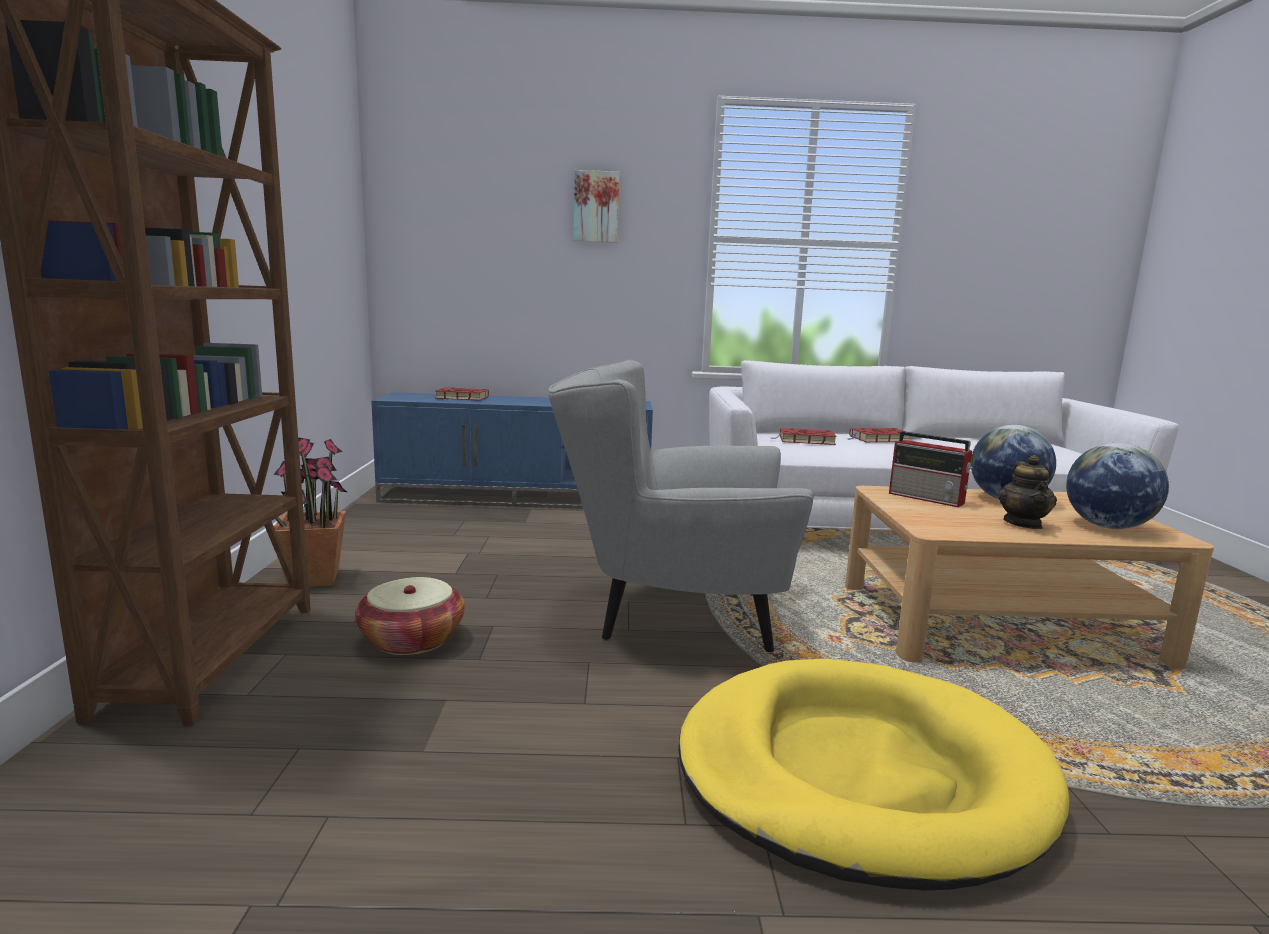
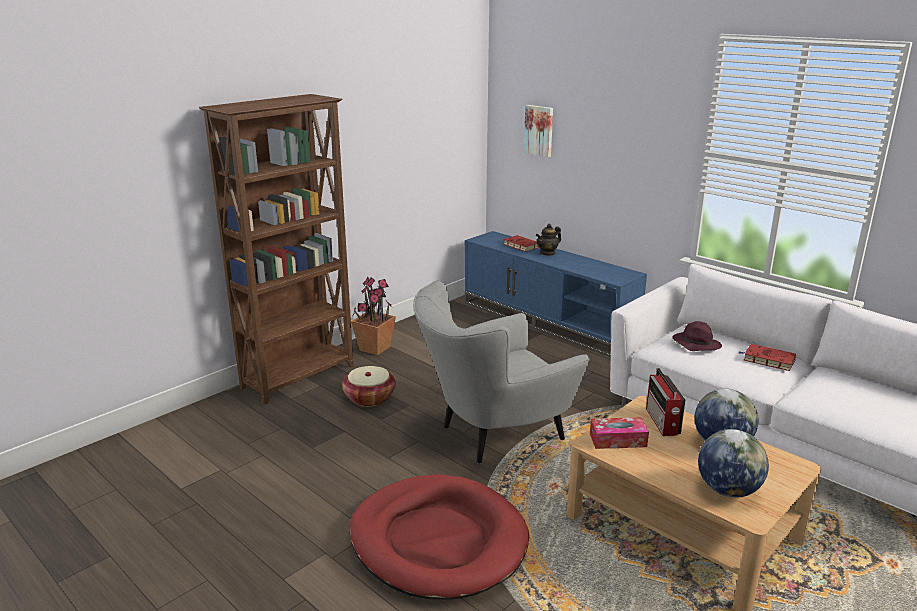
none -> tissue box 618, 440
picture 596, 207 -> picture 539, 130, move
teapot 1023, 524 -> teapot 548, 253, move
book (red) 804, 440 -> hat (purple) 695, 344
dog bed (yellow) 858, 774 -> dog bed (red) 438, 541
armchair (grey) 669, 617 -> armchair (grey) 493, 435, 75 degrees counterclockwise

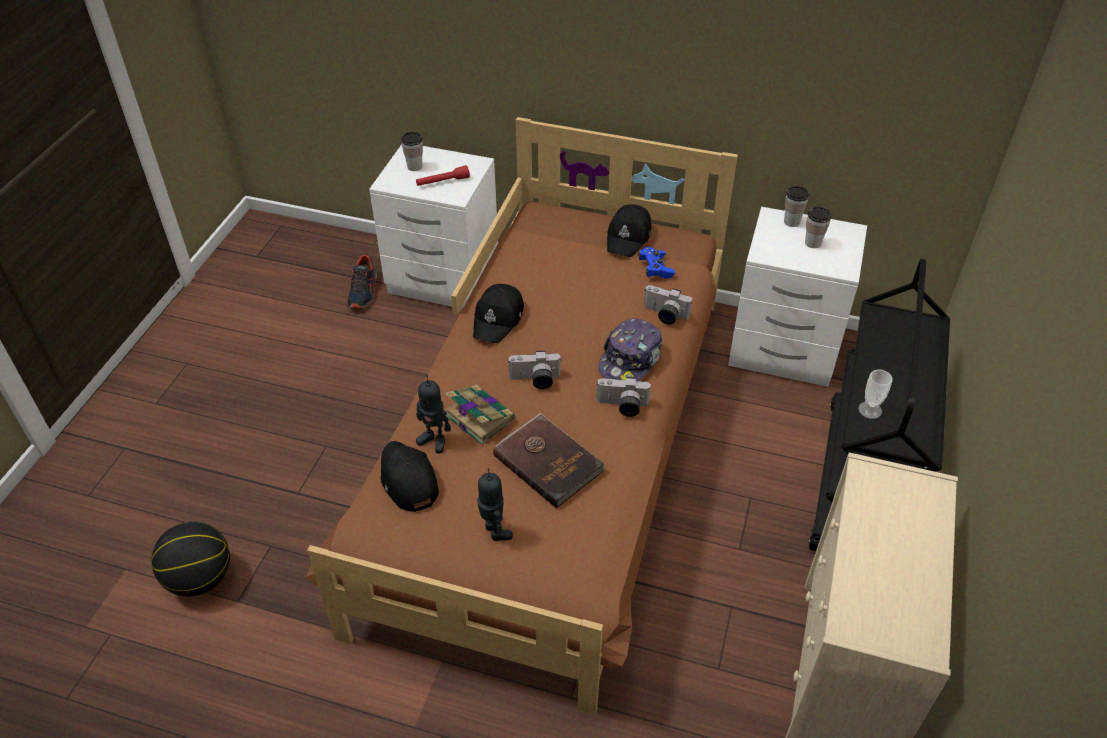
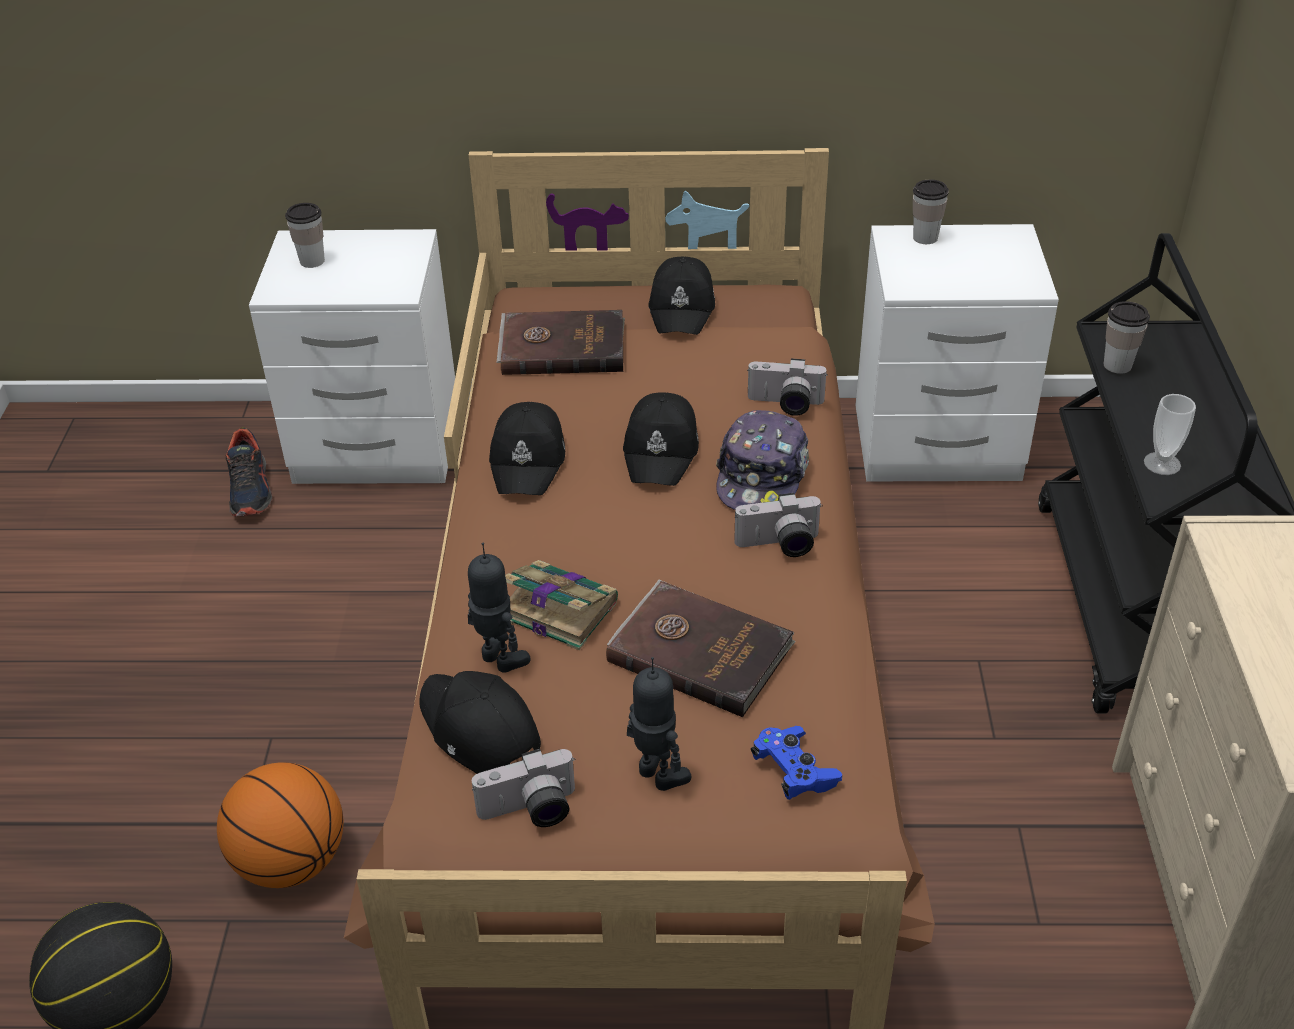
flashlight (red) 443, 182 -> none
none -> basketball 291, 861
none -> book (brown) 562, 347
none -> cap (black) 662, 450
photo camera 535, 380 -> photo camera 530, 811, move
game controller (blue) 655, 269 -> game controller (blue) 794, 772, move
cup 812, 243 -> cup 1117, 365, move
toy robot 434, 440 -> toy robot 499, 660, 150 degrees counterclockwise

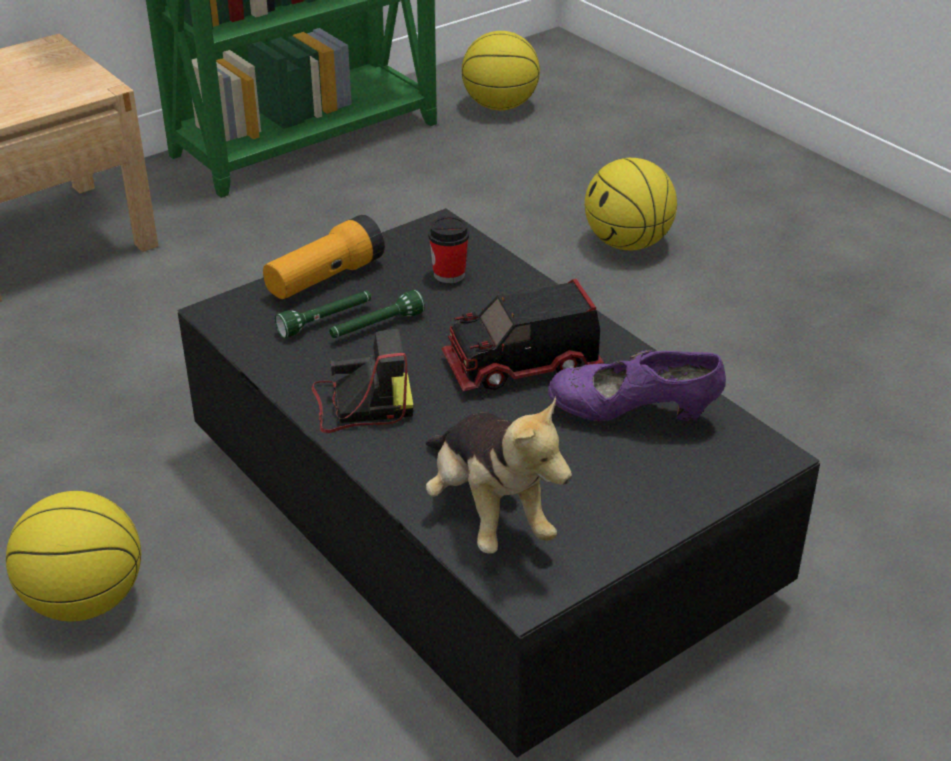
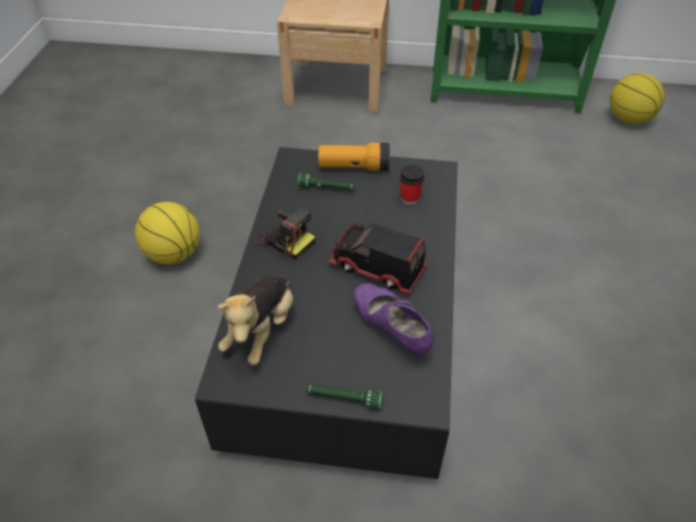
basketball 627, 244 -> none
flashlight (green) 376, 327 -> flashlight (green) 344, 399, move

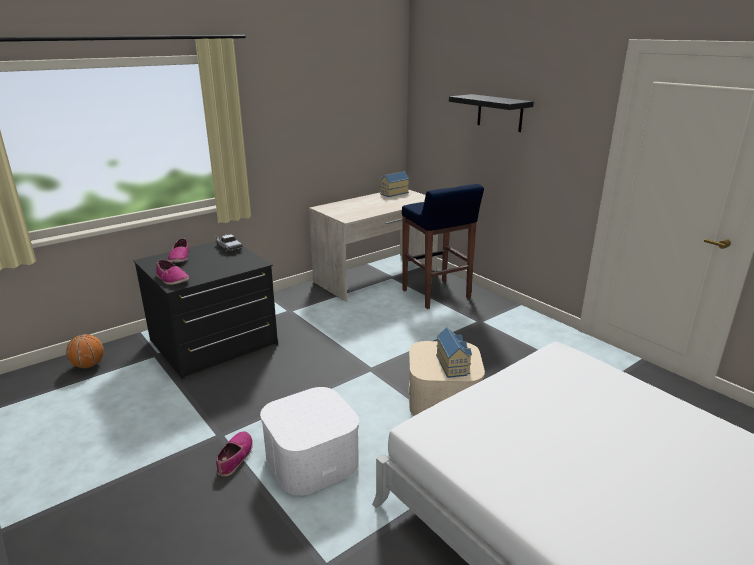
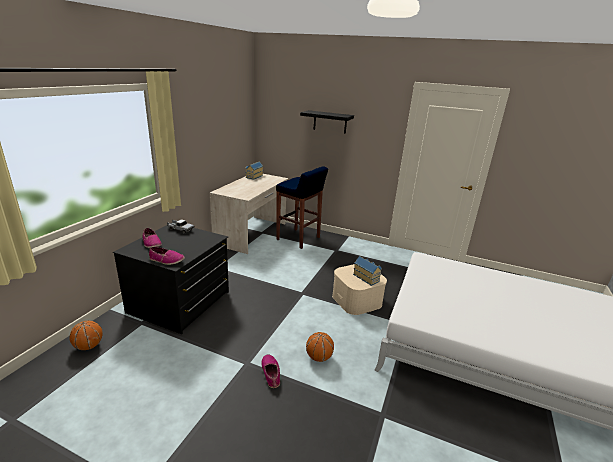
storage box (white) 312, 459 -> basketball 319, 357

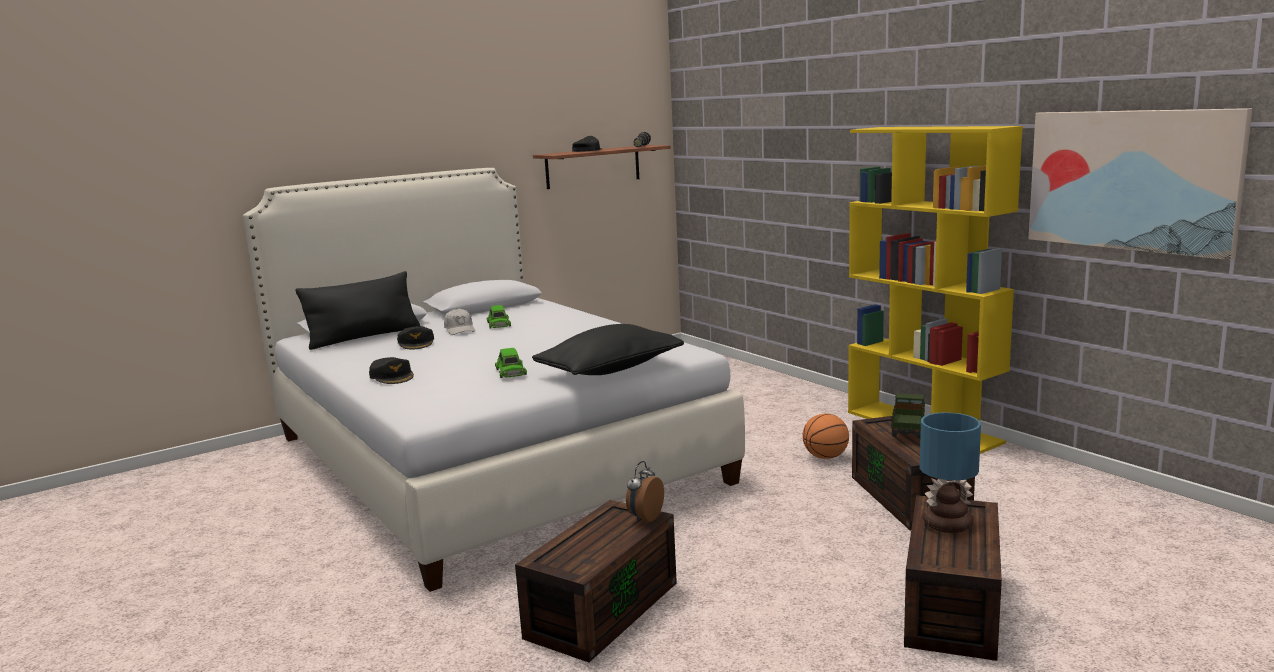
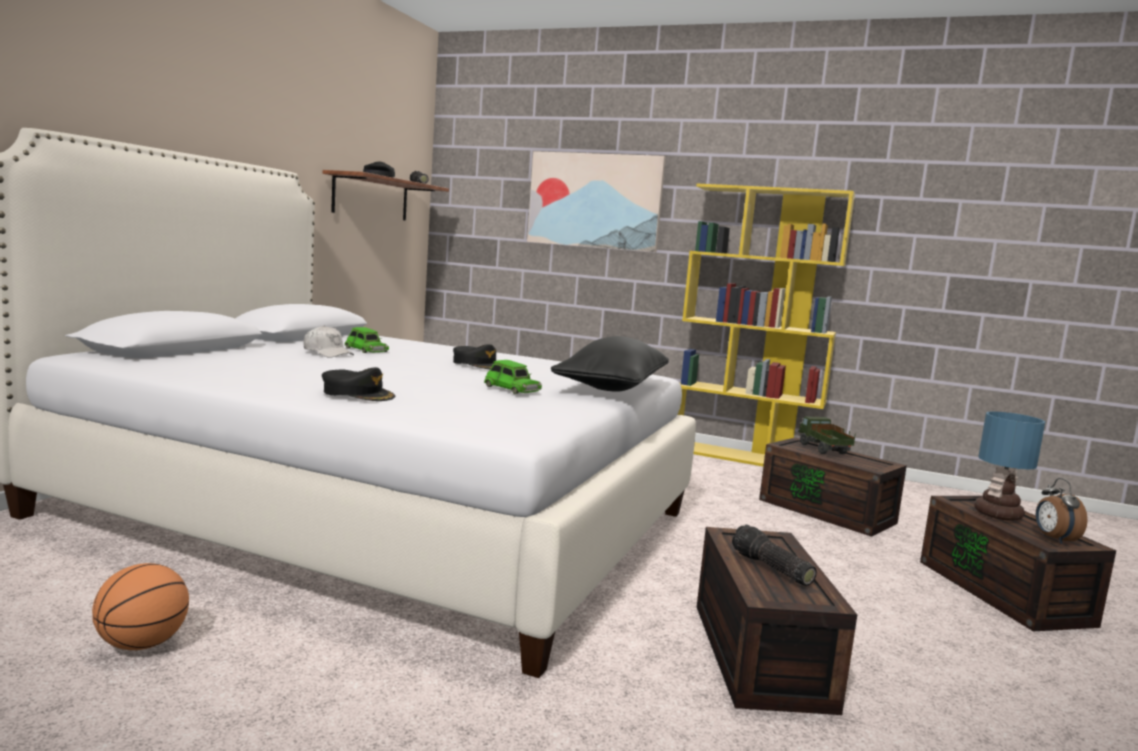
pillow (black) 364, 337 -> none
none -> flashlight 770, 568
cap (black) 416, 343 -> cap (black) 478, 364, move
alarm clock 644, 517 -> alarm clock 1053, 539, move
basketball 825, 457 -> basketball 142, 645, move
picture 1131, 180 -> picture 595, 201, move

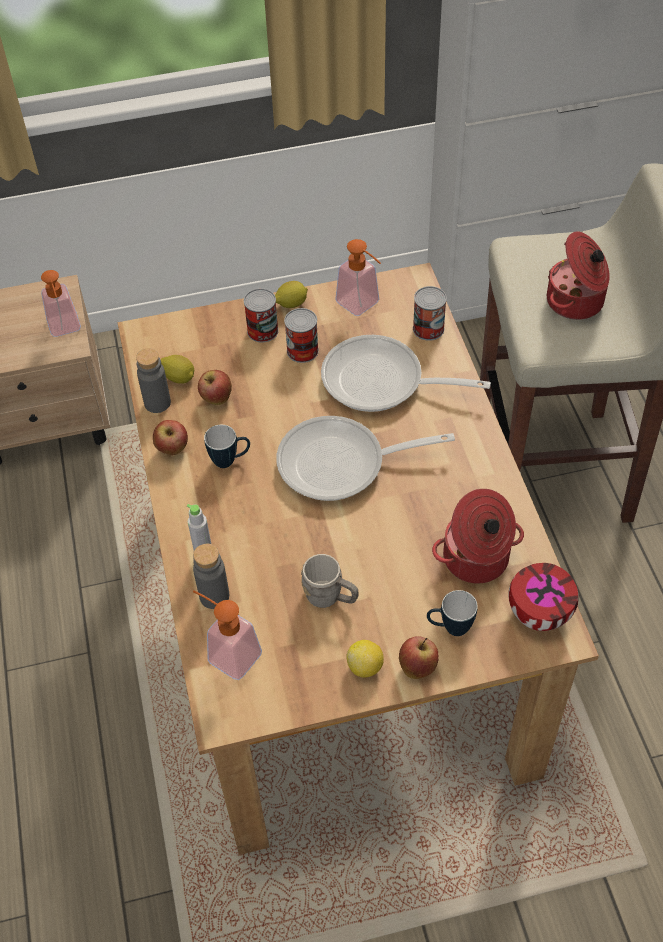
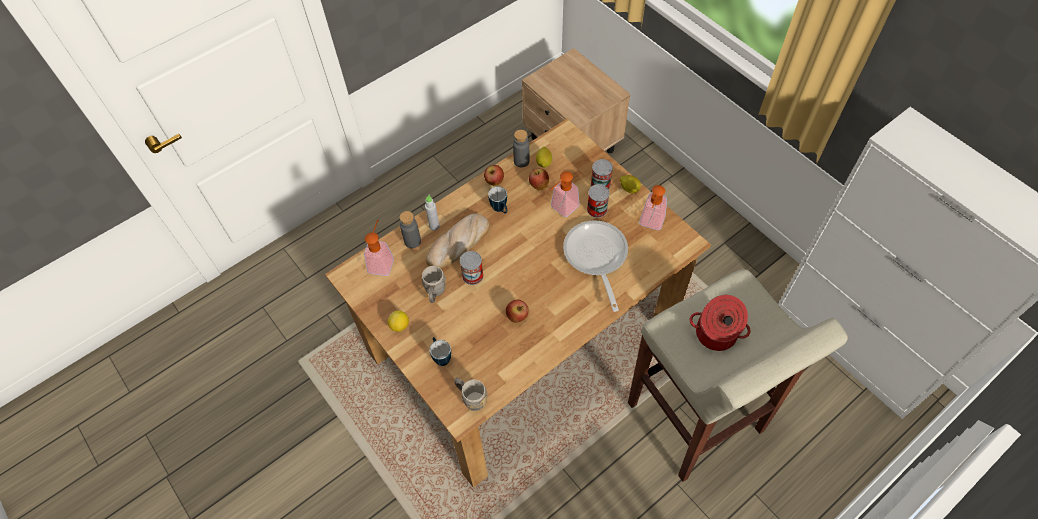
frying pan 341, 464 -> none
cooking pot 476, 559 -> none
none -> bread 458, 243
soap dispenser 65, 329 -> soap dispenser 561, 209, move
apple 417, 667 -> apple 517, 317, move
can 428, 329 -> can 472, 275, move
bowl 537, 612 -> mug (grey) 471, 398

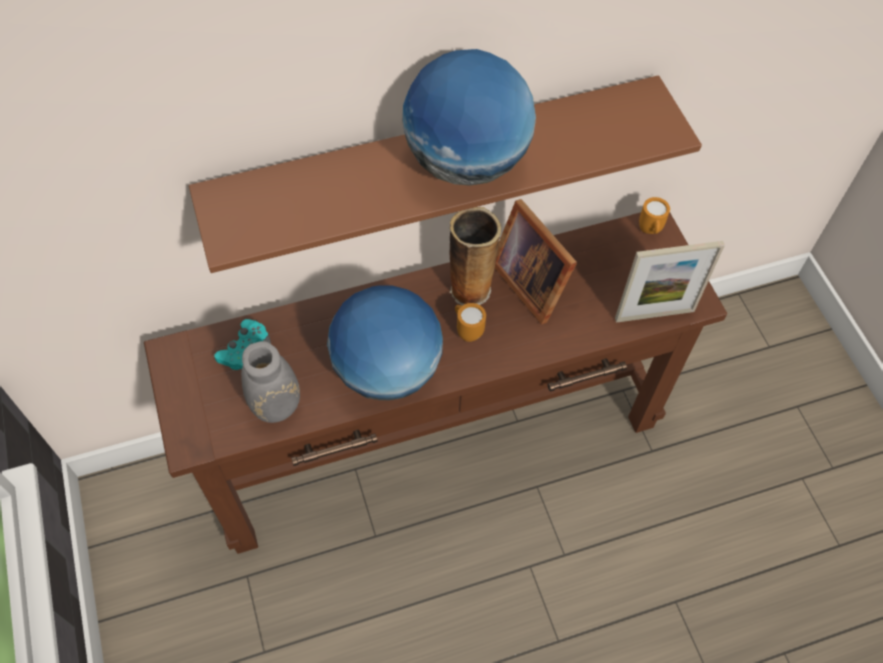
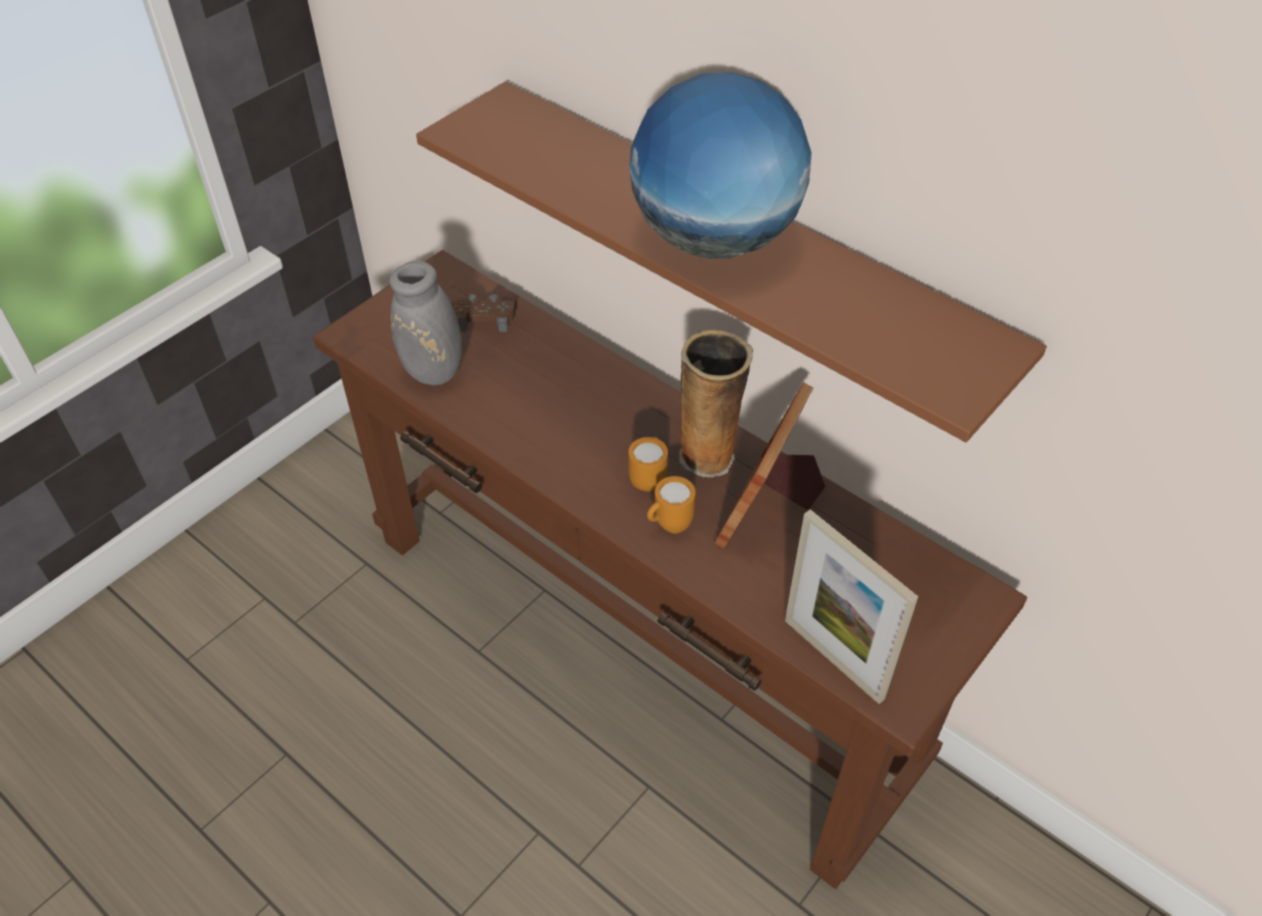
globe 387, 370 -> none
mug (orange) 650, 231 -> mug (orange) 668, 526, move
game controller (turquoise) 244, 349 -> game controller (brown) 484, 318

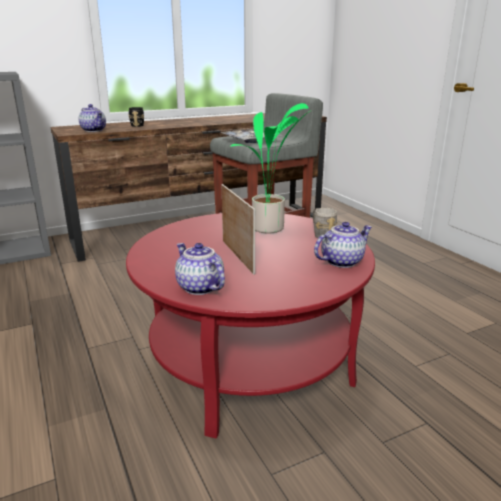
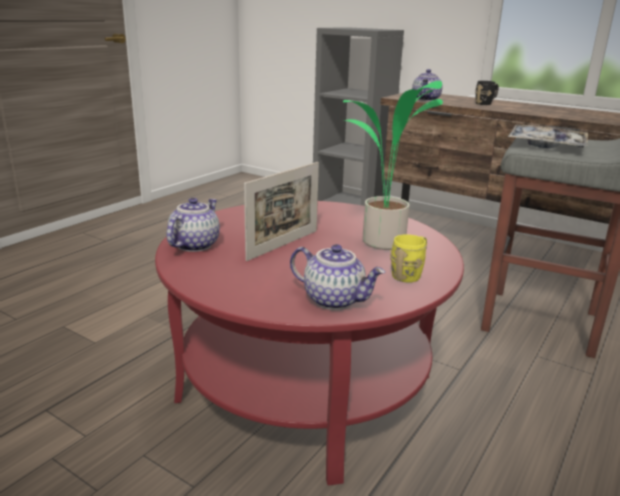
mug (grey) 321, 234 -> mug (yellow) 409, 274

